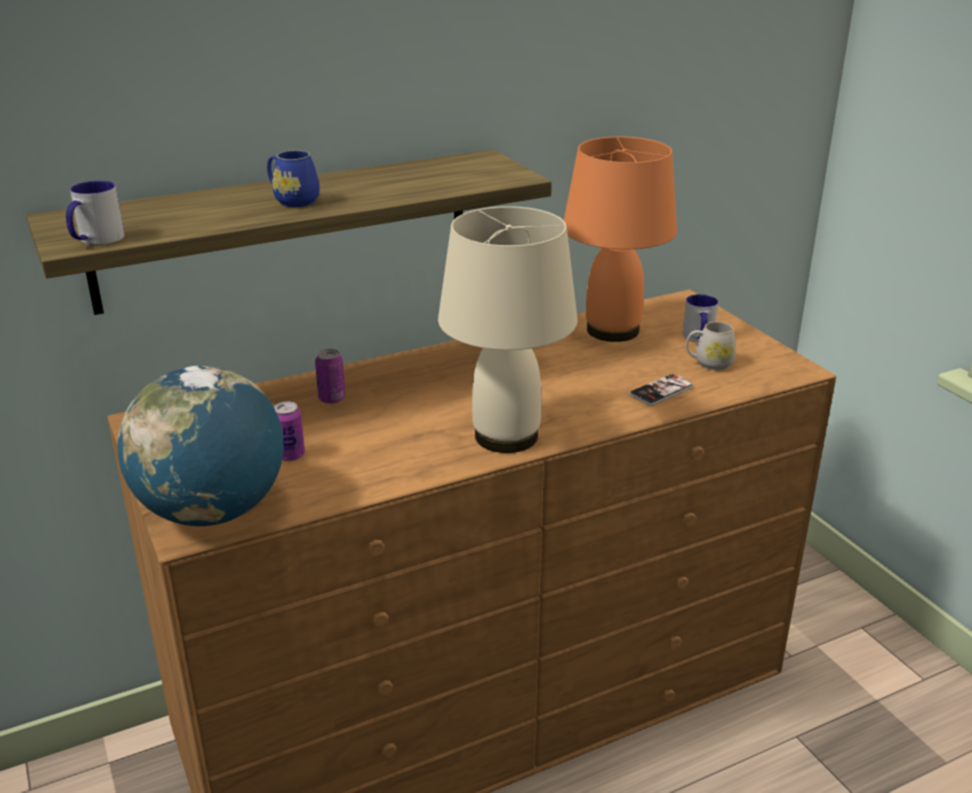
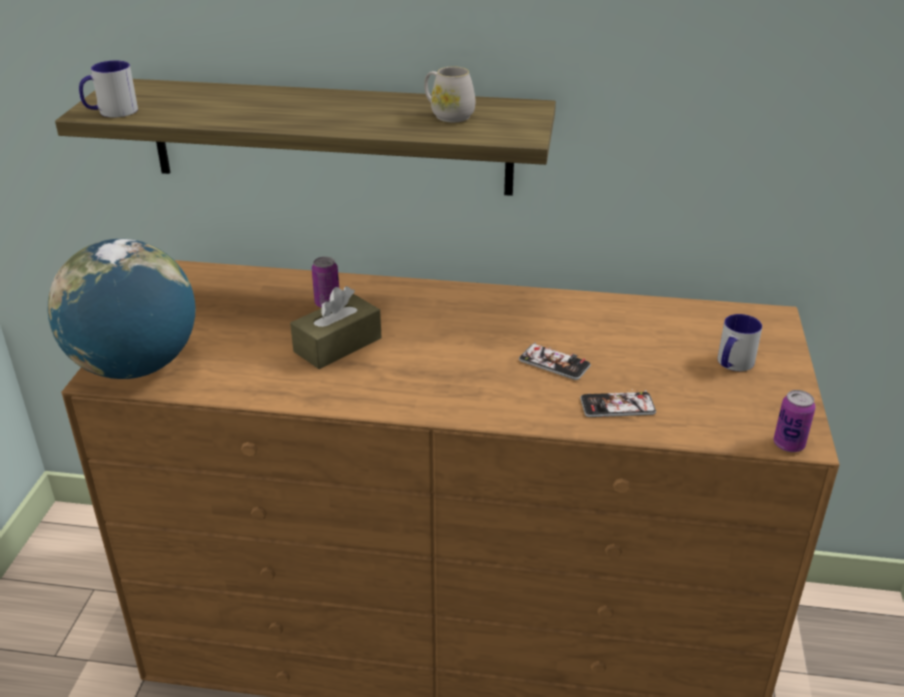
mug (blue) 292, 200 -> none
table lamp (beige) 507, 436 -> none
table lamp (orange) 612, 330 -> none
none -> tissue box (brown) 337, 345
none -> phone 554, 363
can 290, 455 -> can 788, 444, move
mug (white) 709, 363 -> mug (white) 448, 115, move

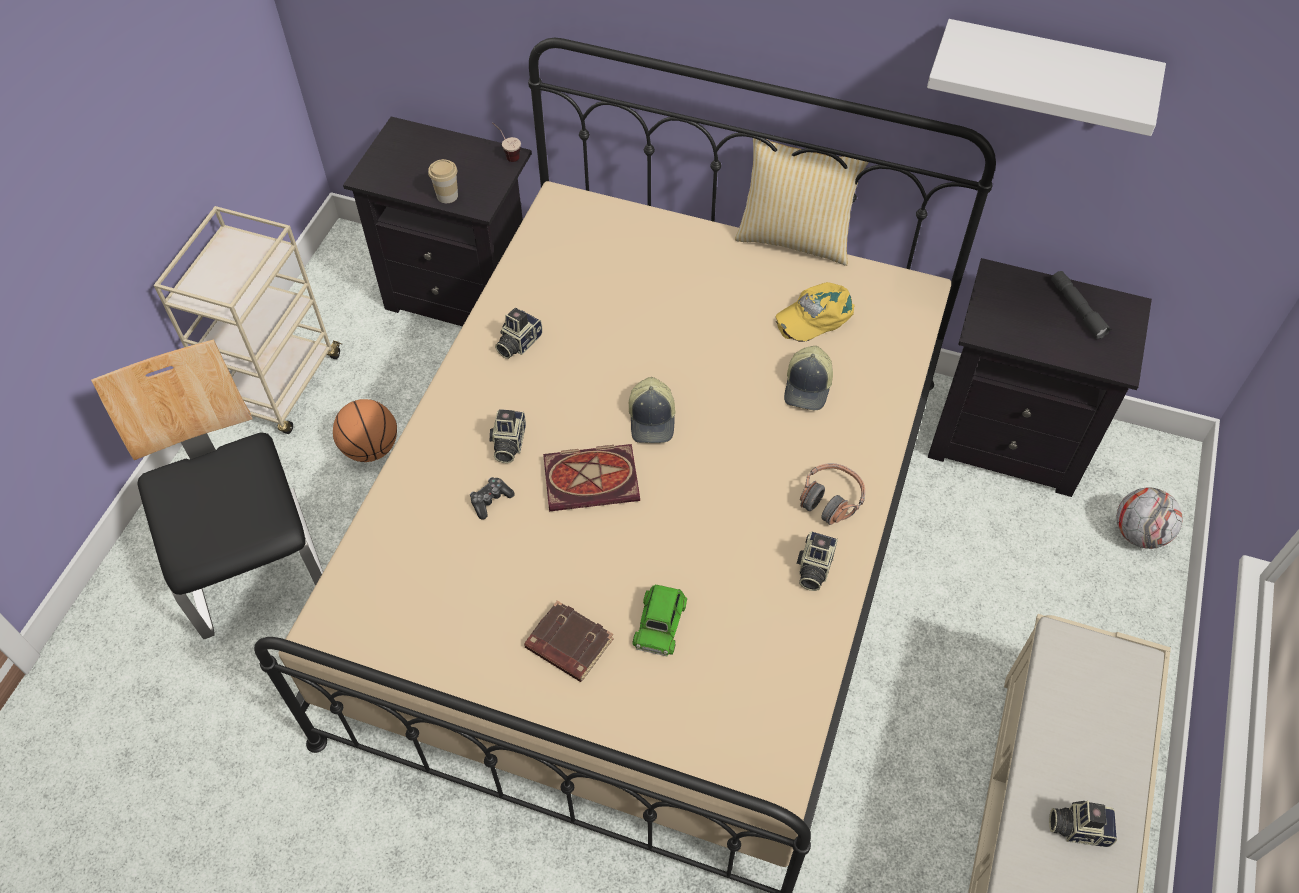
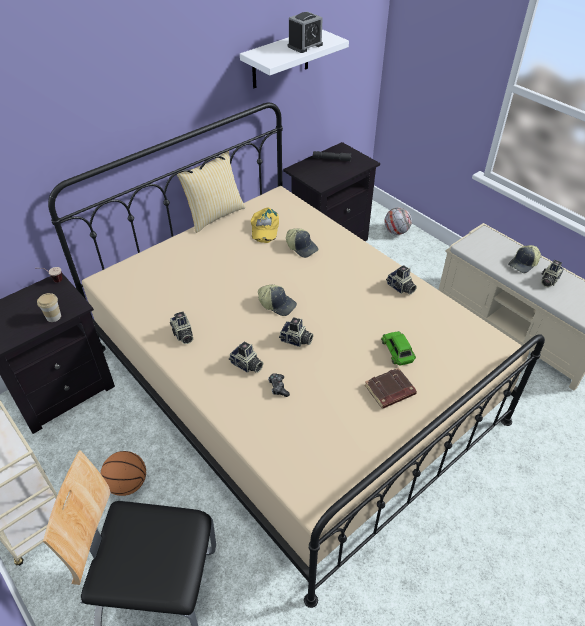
headphones 830, 499 -> none
none -> alarm clock 305, 46
none -> cap 523, 264
book 593, 478 -> photo camera 296, 340
toy car (green) 660, 622 -> toy car (green) 398, 351, 150 degrees counterclockwise

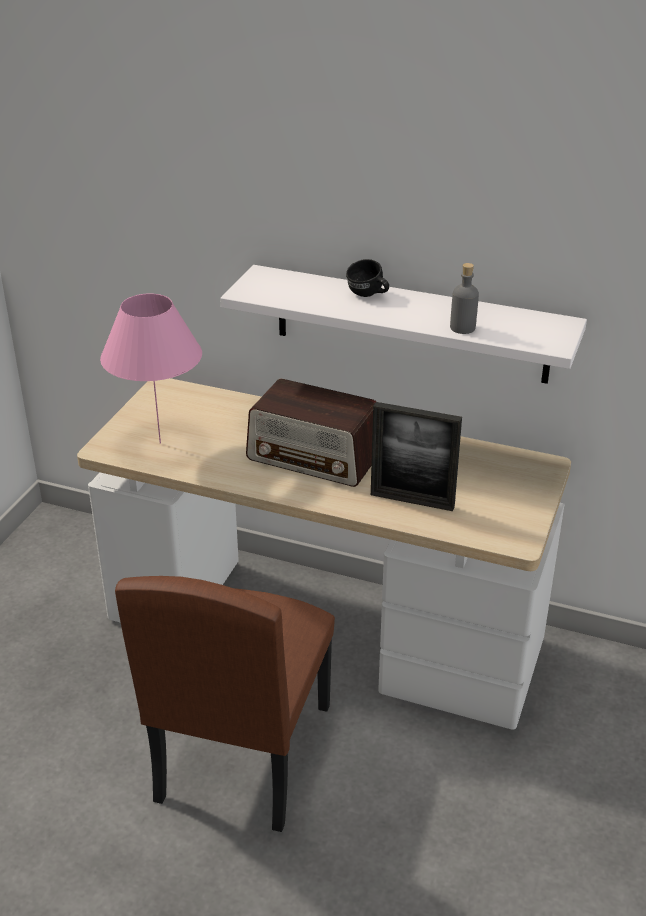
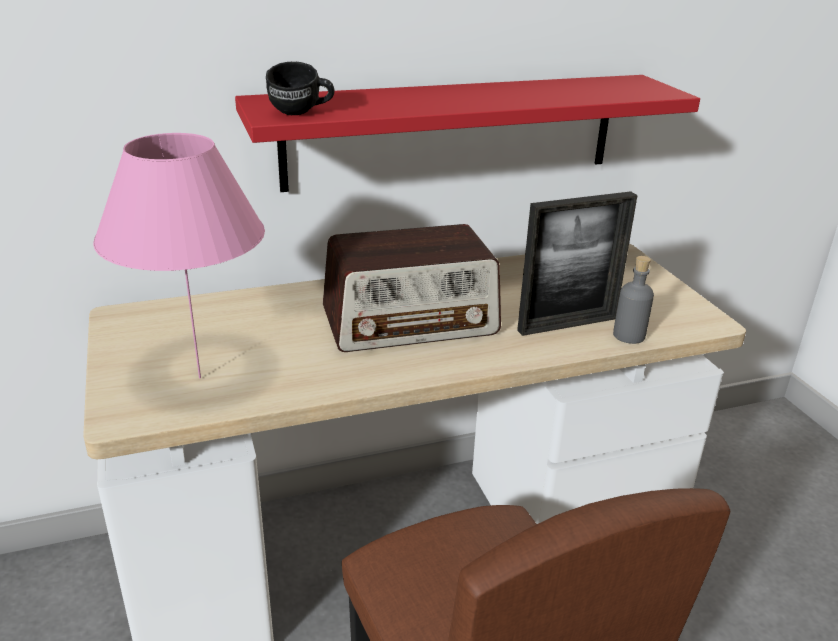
mug (black) 367, 296 -> mug (black) 301, 113, move
bottle (grey) 462, 328 -> bottle (grey) 629, 335, move
shelf (white) 411, 324 -> shelf (red) 452, 131

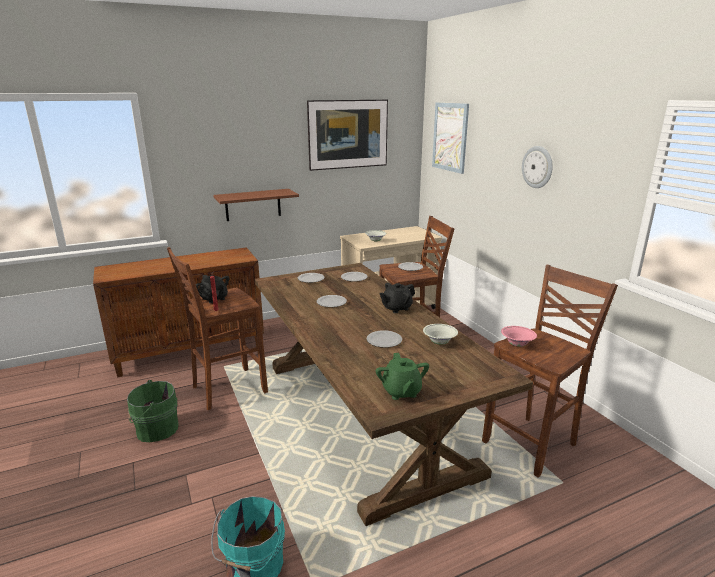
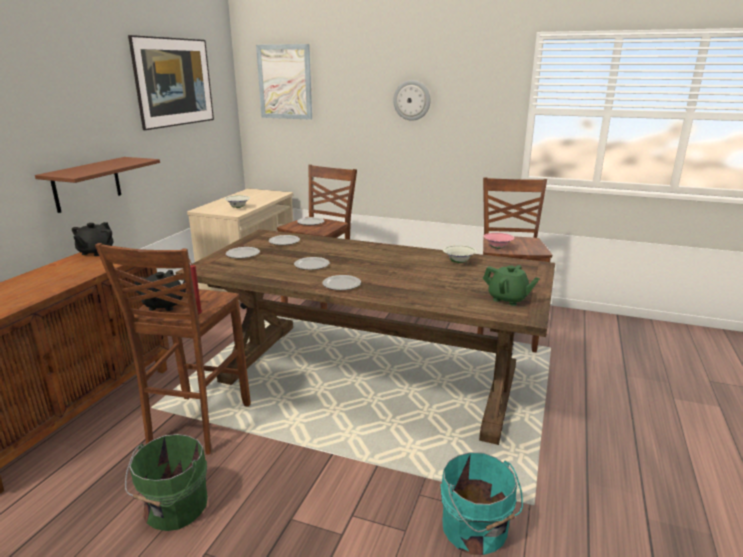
plate 383, 340 -> plate 341, 284, move
teapot (black) 396, 308 -> teapot (black) 95, 252, move

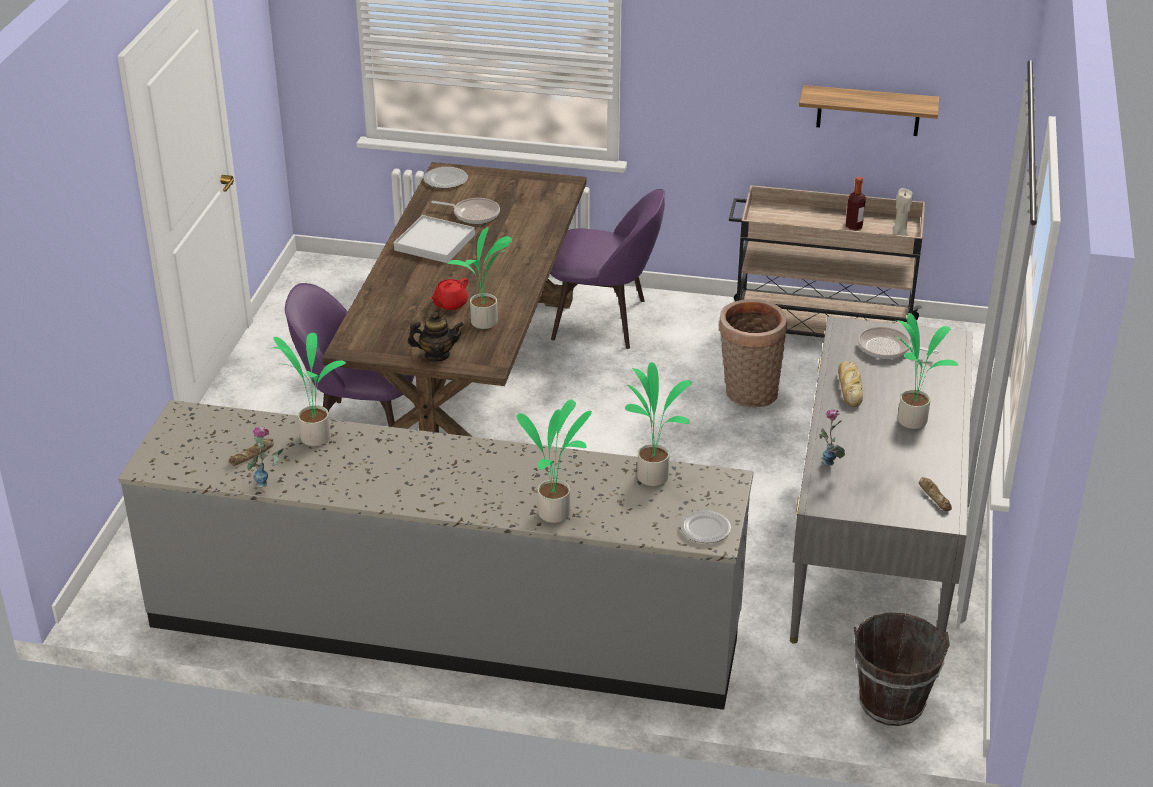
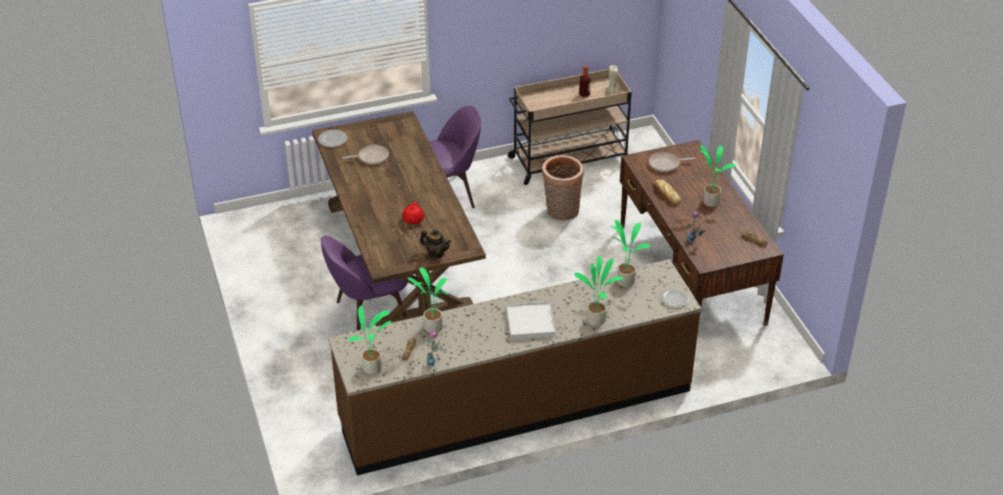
shelf 868, 110 -> none
bucket (brown) 891, 703 -> none
tray (white) 434, 242 -> tray (white) 530, 323, move
potted plant 485, 323 -> potted plant 373, 368, move
counter (grey) 445, 624 -> counter (brown) 516, 406
desk (grey) 874, 543 -> desk (brown) 691, 274
teapot 437, 355 -> teapot 436, 253, 60 degrees clockwise

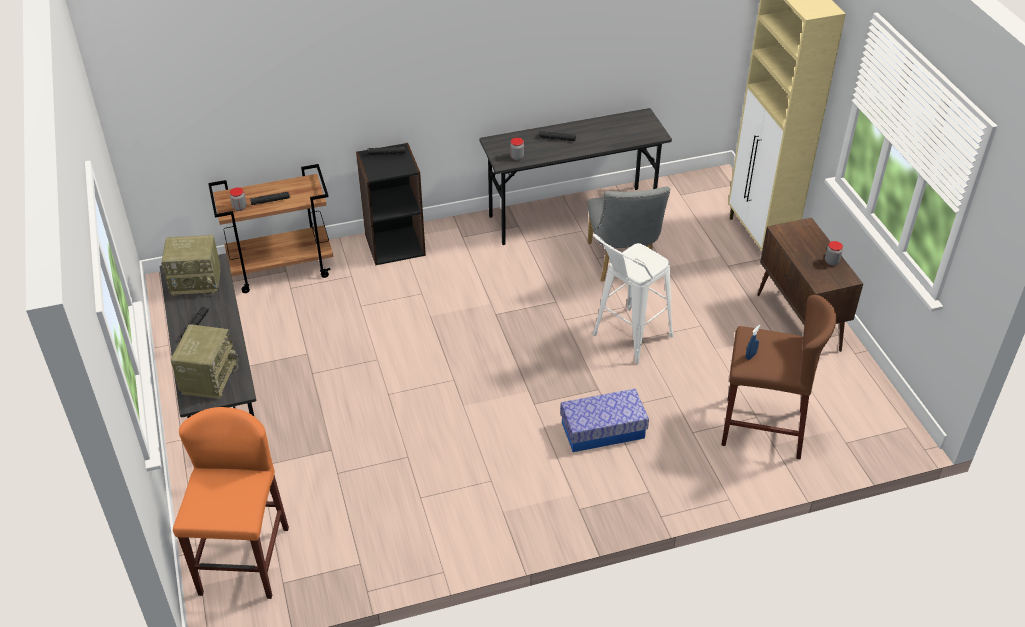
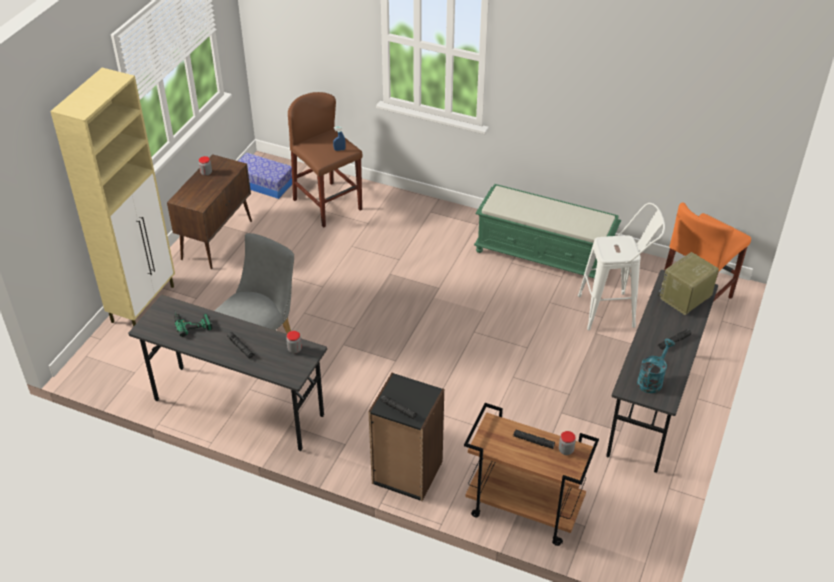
none -> power drill 191, 321
none -> bench (green) 545, 255
storage box 603, 430 -> storage box 263, 184, move
stool (white) 626, 340 -> stool (white) 613, 311, move
radio 197, 282 -> watering can (turquoise) 652, 379

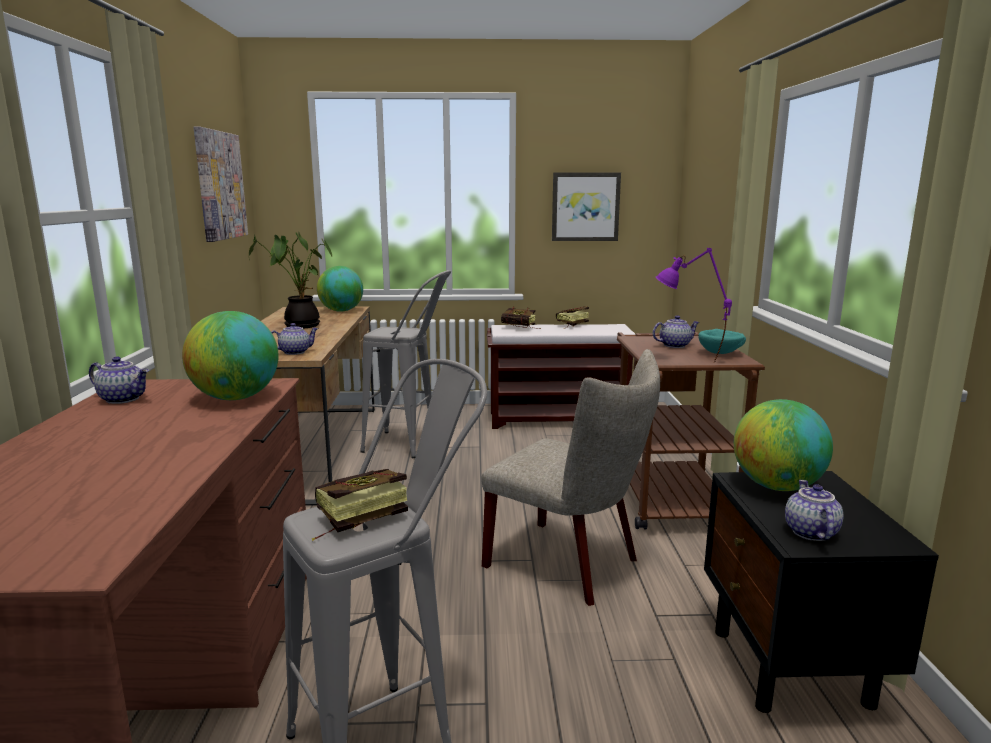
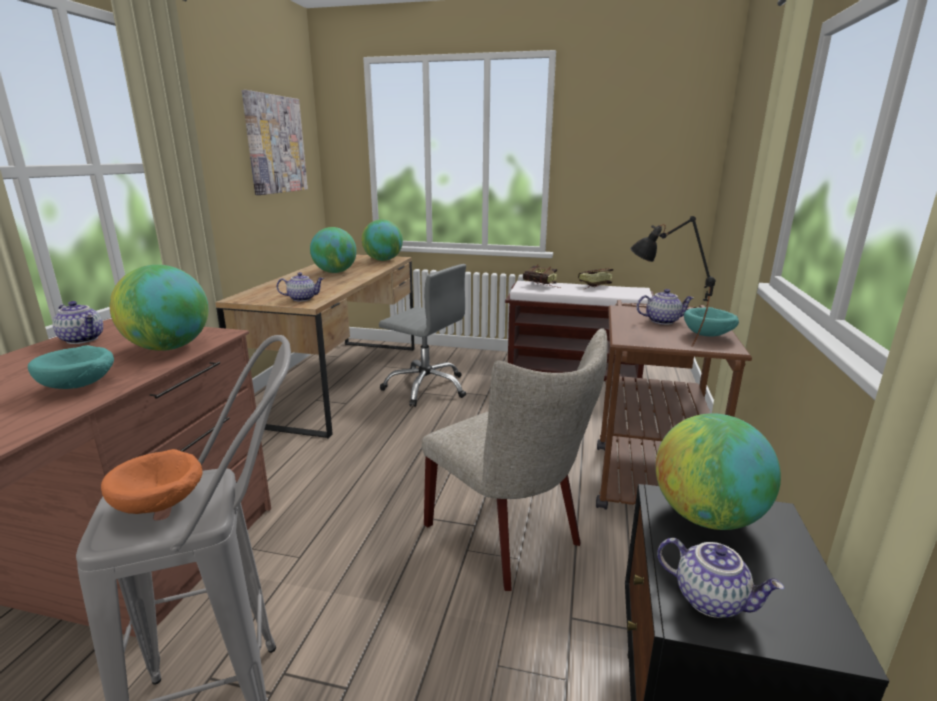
picture 585, 207 -> none
none -> bowl (turquoise) 80, 386
potted plant 300, 325 -> globe 335, 272
book 353, 520 -> bowl (orange) 161, 505
stool (grey) 411, 446 -> office chair (grey) 426, 387
table lamp (purple) 687, 362 -> table lamp (black) 660, 343
teapot 809, 532 -> teapot 711, 599, 105 degrees clockwise

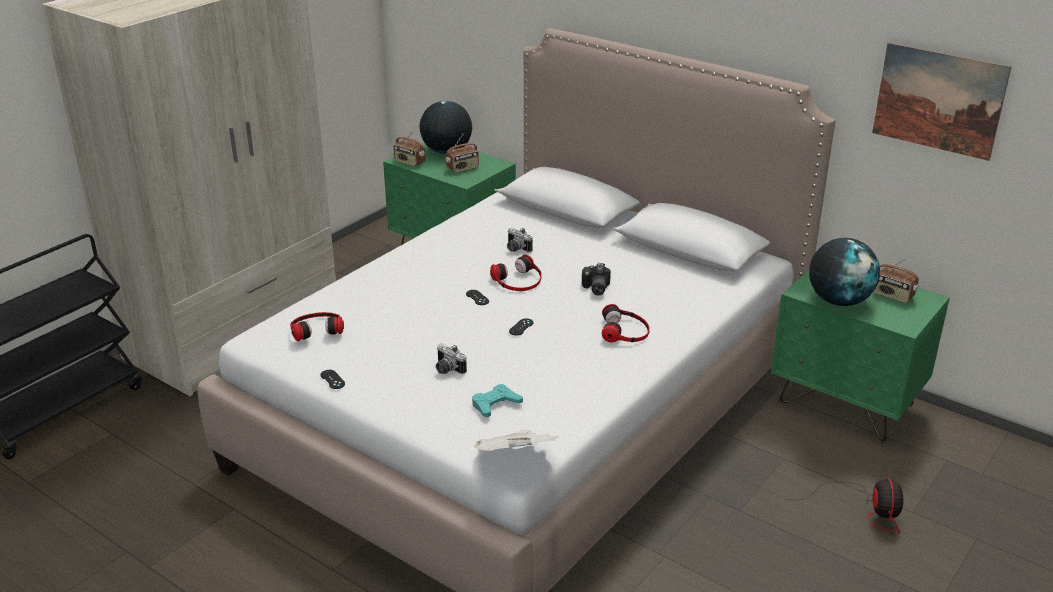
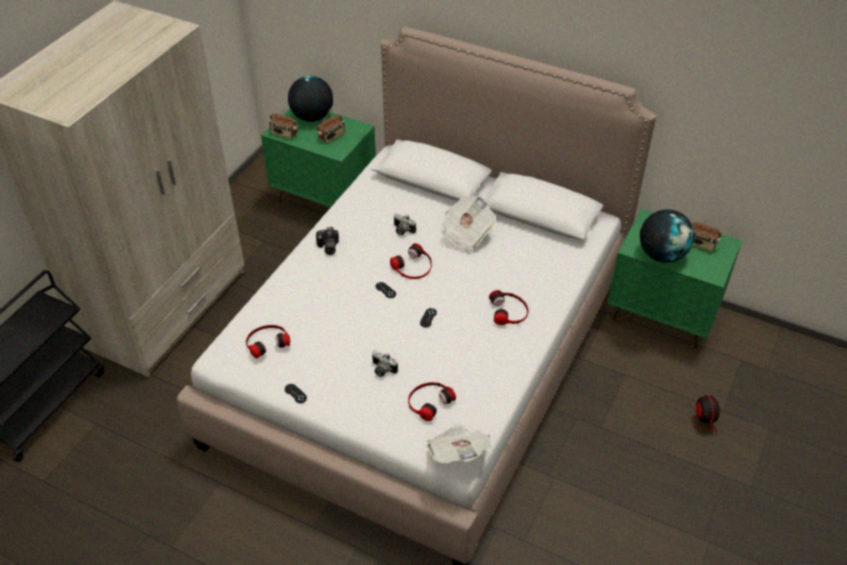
picture 938, 100 -> none
none -> newspaper 464, 235
photo camera 595, 288 -> photo camera 327, 247, move
game controller (turquoise) 495, 404 -> headphones 429, 401

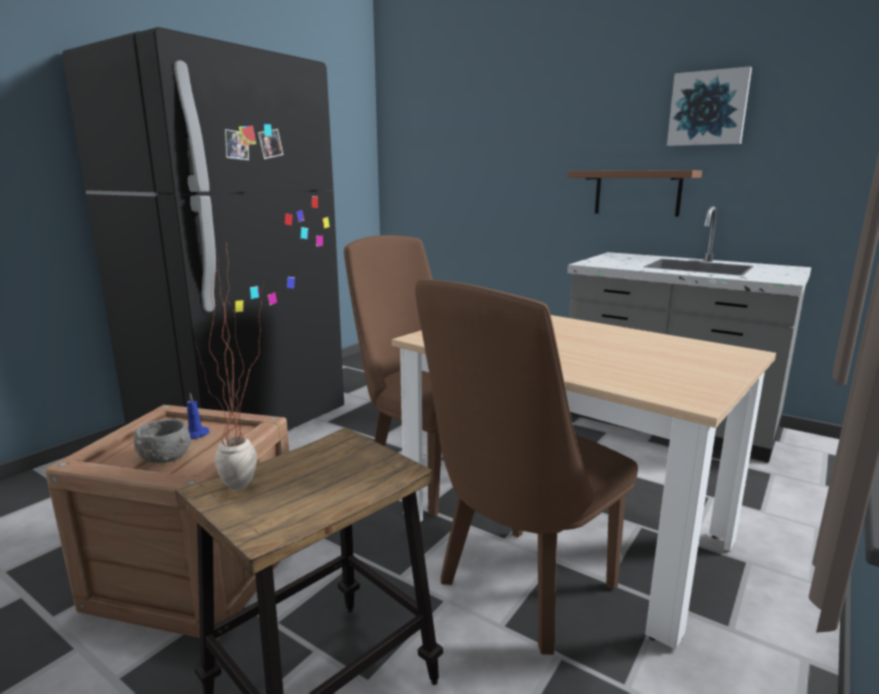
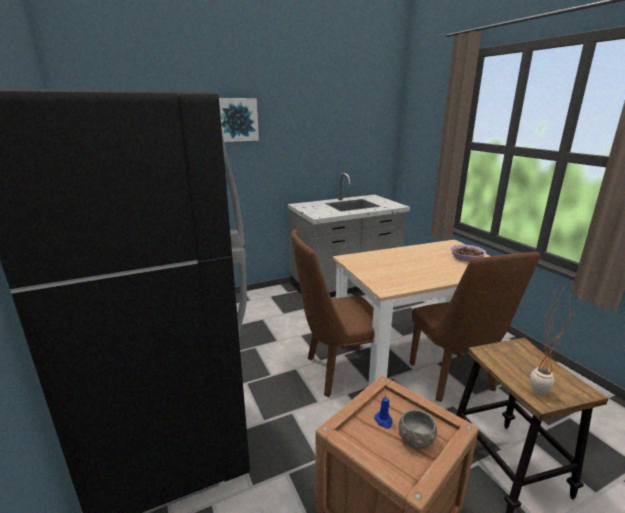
shelf (brown) 637, 193 -> none
none -> bowl 466, 257
picture 708, 108 -> picture 236, 119, move

